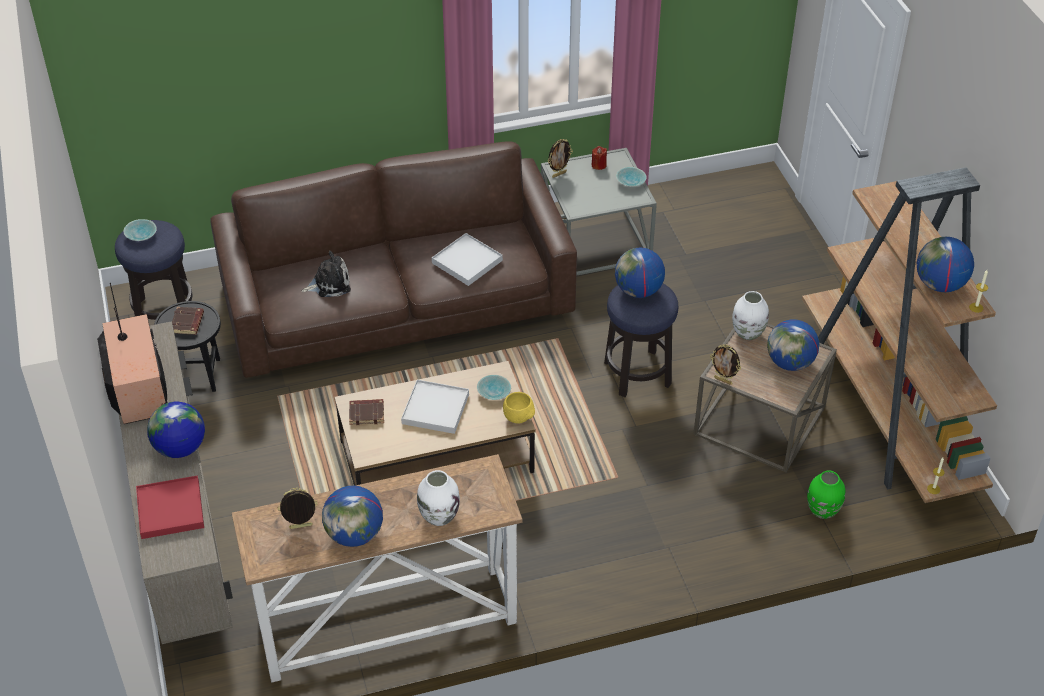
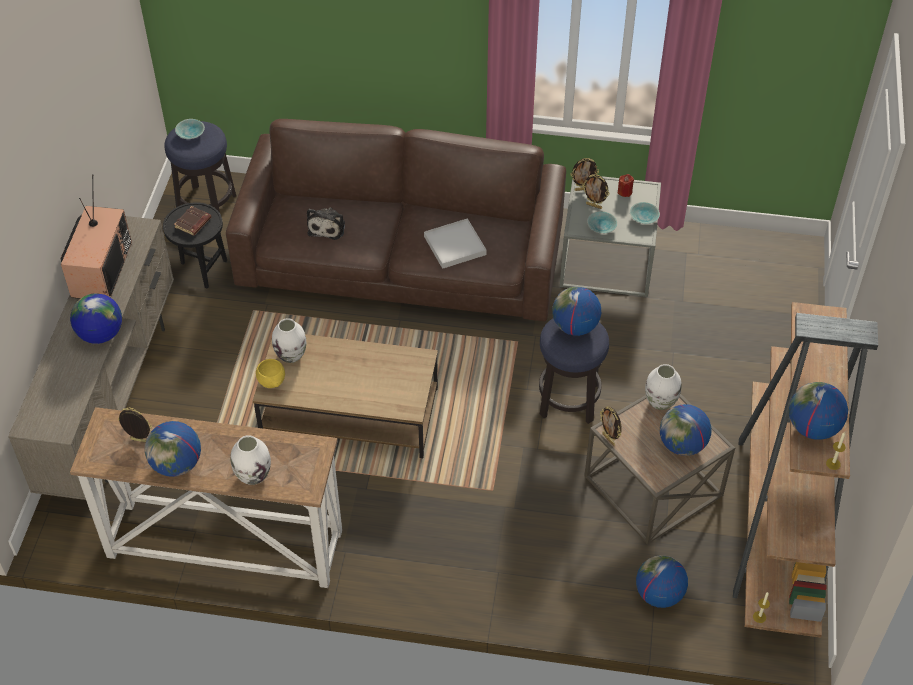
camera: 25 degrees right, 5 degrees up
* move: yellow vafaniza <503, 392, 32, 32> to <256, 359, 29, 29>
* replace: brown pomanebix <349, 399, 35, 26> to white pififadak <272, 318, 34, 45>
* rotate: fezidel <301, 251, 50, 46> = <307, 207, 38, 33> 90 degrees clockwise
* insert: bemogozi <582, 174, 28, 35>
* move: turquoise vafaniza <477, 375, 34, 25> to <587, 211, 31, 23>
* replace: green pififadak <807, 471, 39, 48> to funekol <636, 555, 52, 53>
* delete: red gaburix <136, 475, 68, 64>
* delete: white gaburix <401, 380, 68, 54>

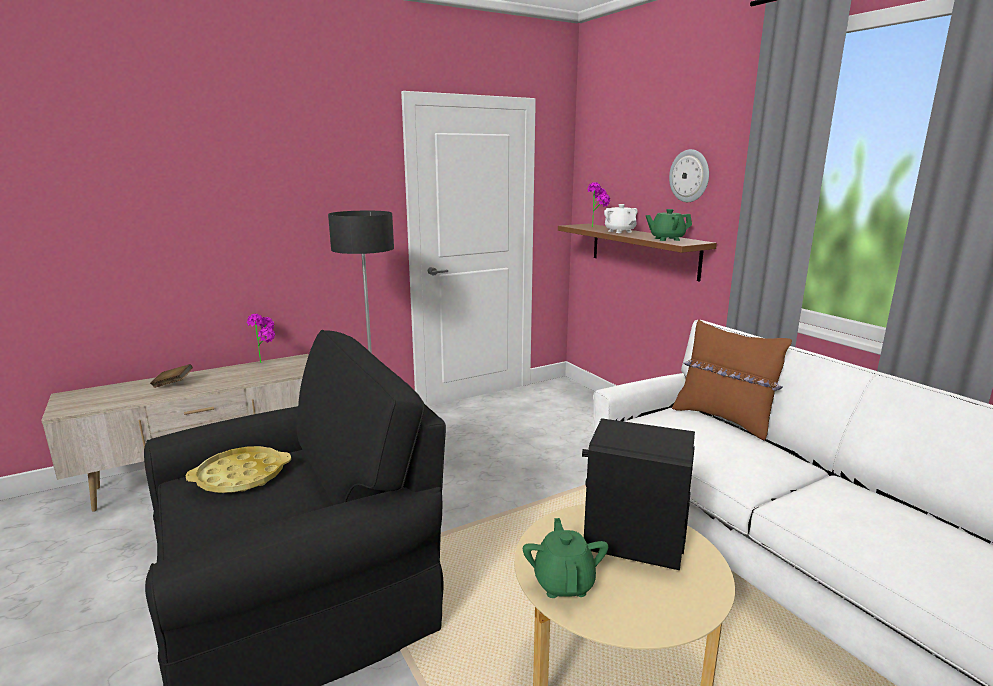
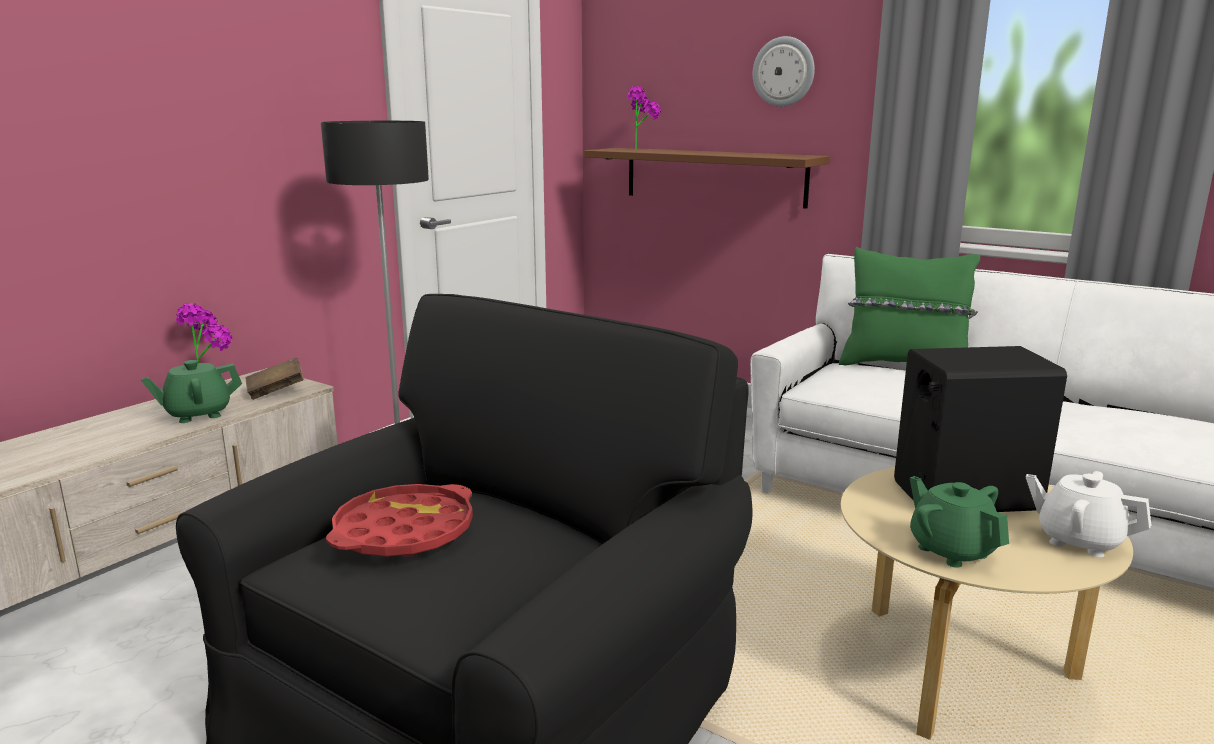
camera: 25 degrees left, 0 degrees up
* move: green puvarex <646, 209, 46, 32> to <141, 360, 101, 63>
* move: brown pomanebix <150, 364, 43, 24> to <245, 358, 59, 42>
* recolor: yellow gaburix <186, 446, 105, 47> to red gaburix <326, 484, 147, 73>
* recolor: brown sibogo <672, 320, 120, 120> to green sibogo <839, 247, 141, 119>
* move: white puvarex <604, 204, 34, 29> to <1026, 471, 125, 86>

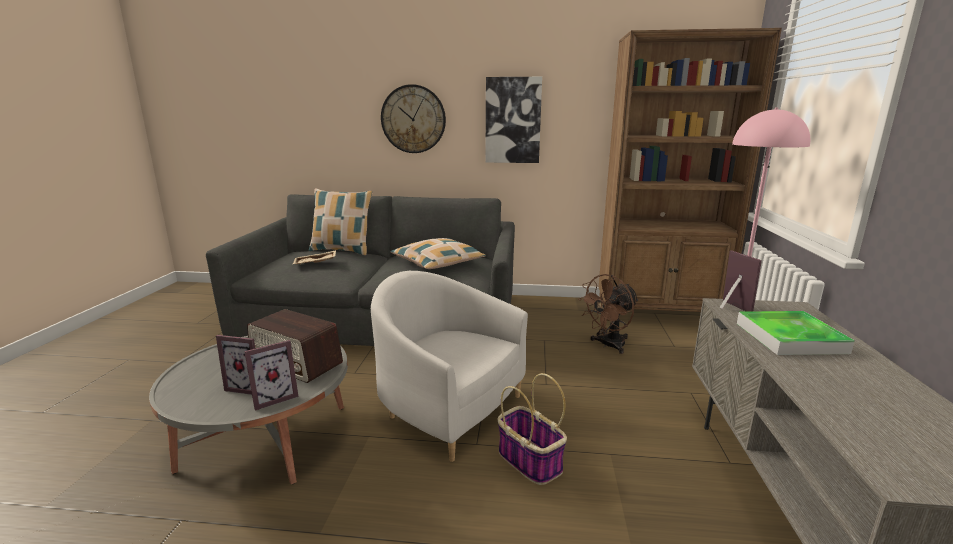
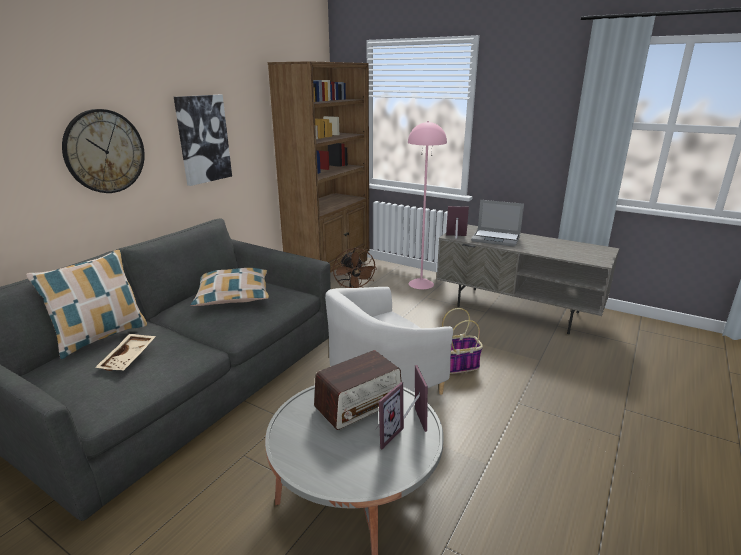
camera: 65 degrees left, 5 degrees up
* replace: gaburix <737, 311, 118, 44> to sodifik <471, 200, 53, 47>

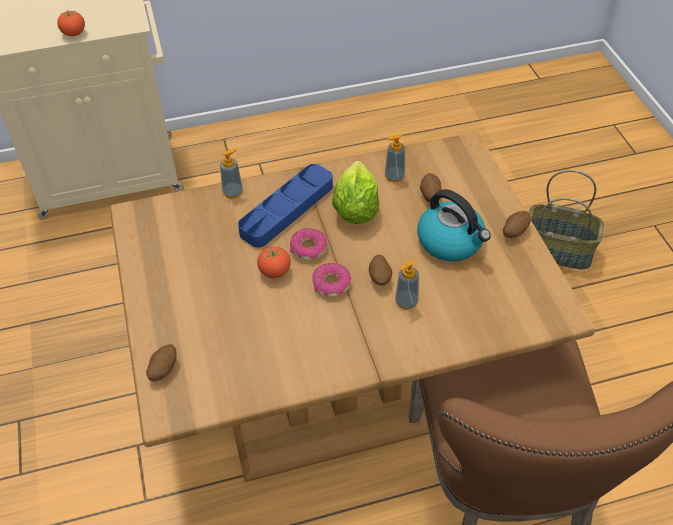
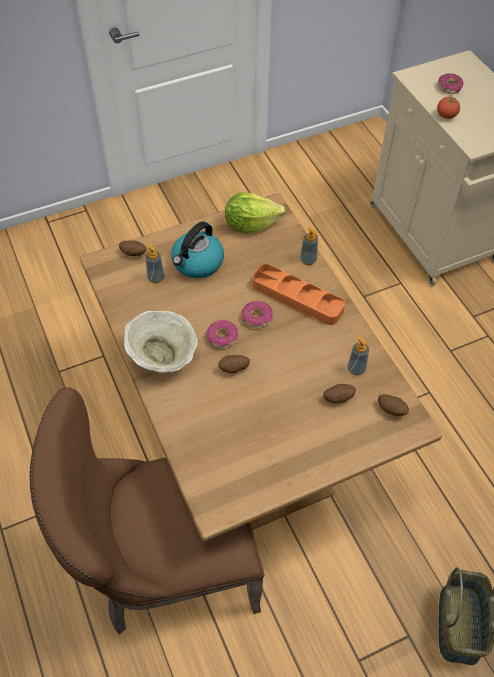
camera: 80 degrees right, 5 degrees up
* insert: beige vafaniza <124, 311, 74, 62>
* move: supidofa <395, 259, 24, 51> to <145, 243, 20, 40>
* move: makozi <417, 189, 74, 73> to <171, 222, 53, 56>
* move: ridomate <332, 161, 47, 63> to <225, 192, 61, 41>
* recolor: blue gaburix <238, 164, 95, 84> to orange gaburix <253, 264, 92, 61>
* move: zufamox <503, 211, 28, 27> to <378, 394, 31, 22>
* insert: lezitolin <438, 73, 25, 21>
* delete: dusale <257, 246, 34, 32>

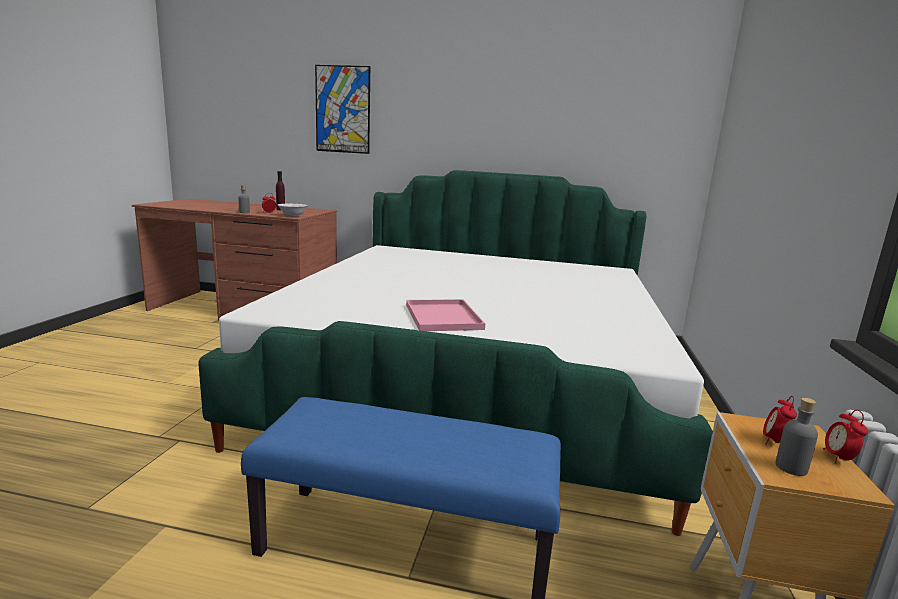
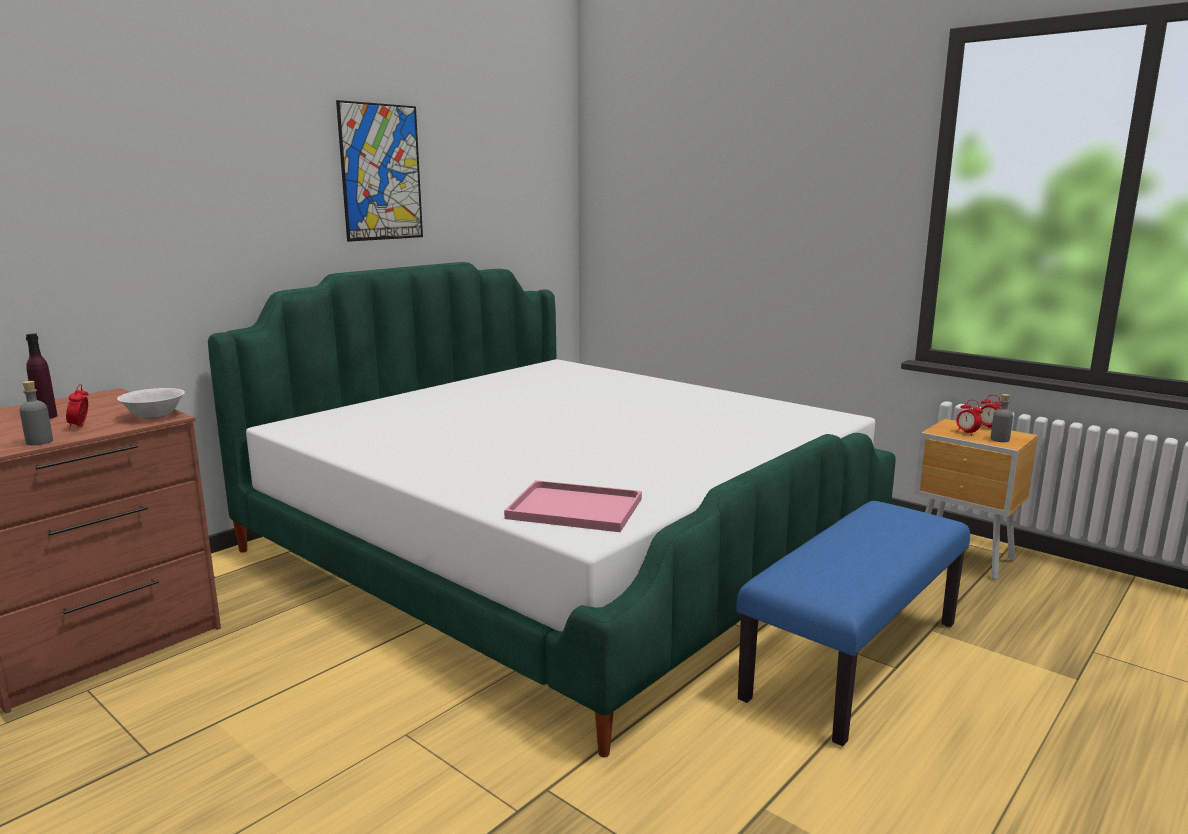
camera: 60 degrees left, 0 degrees up
* move: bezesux <315, 65, 55, 89> to <336, 100, 87, 142>
* move: pink gaburix <406, 299, 79, 32> to <504, 480, 138, 52>

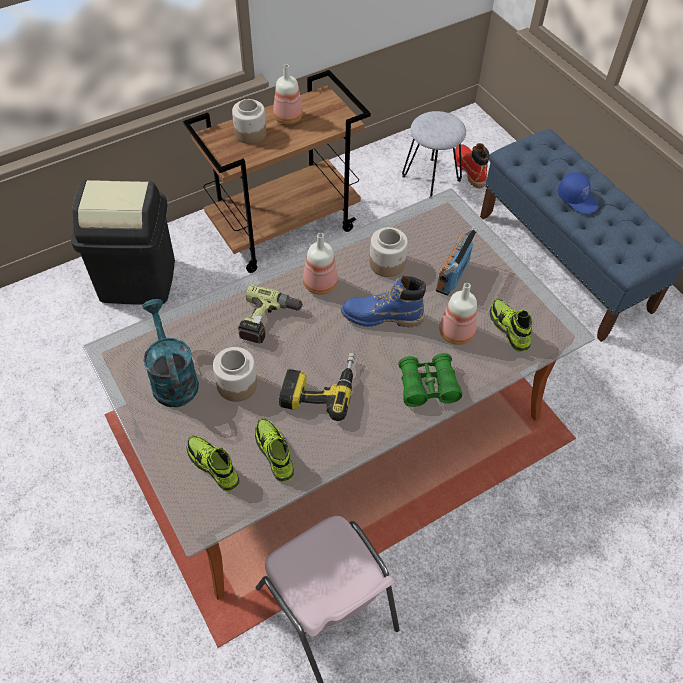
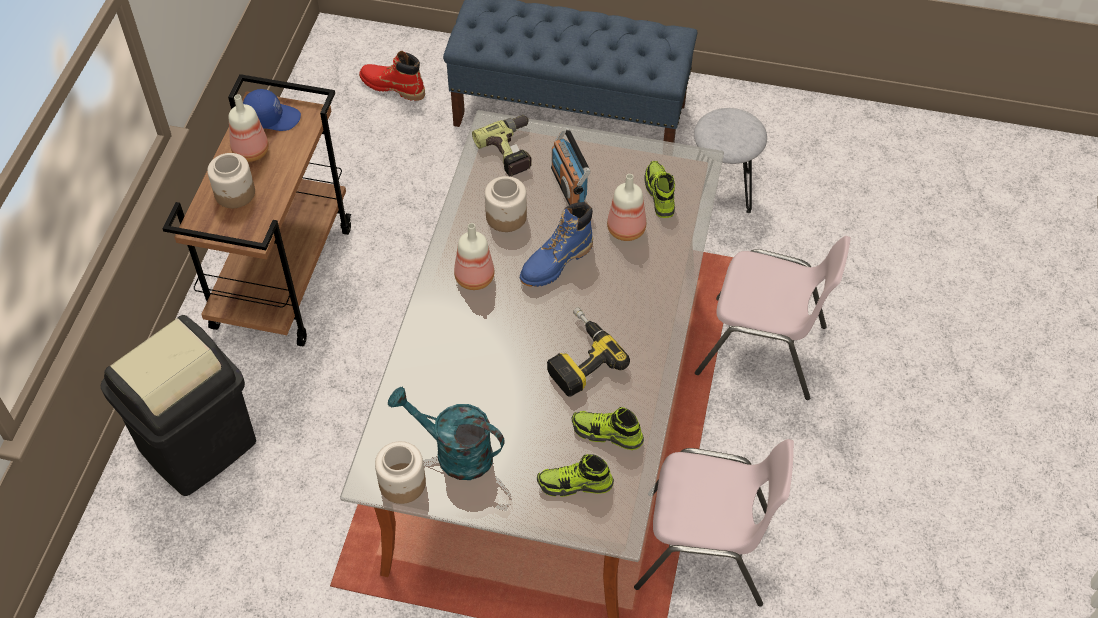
camera: 45 degrees left, 0 degrees up
* move: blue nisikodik <558, 172, 41, 42> to <243, 89, 58, 42>
* move: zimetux <213, 347, 44, 55> to <375, 441, 51, 63>
* move: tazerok <238, 284, 66, 60> to <472, 115, 60, 62>
* rotate: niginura <489, 298, 43, 54> = <644, 161, 31, 57> 60 degrees clockwise
* move: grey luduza <402, 111, 64, 86> to <694, 108, 73, 105>
* insert: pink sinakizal <695, 236, 156, 164>
* delete: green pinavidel <398, 353, 64, 54>

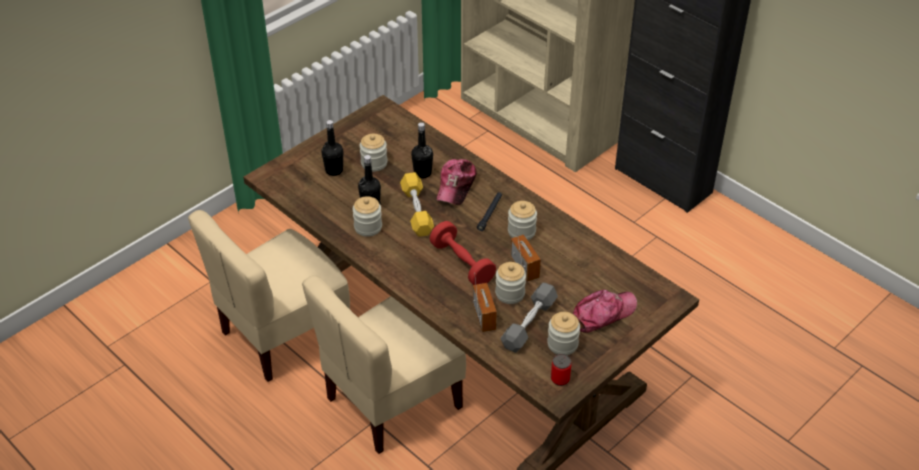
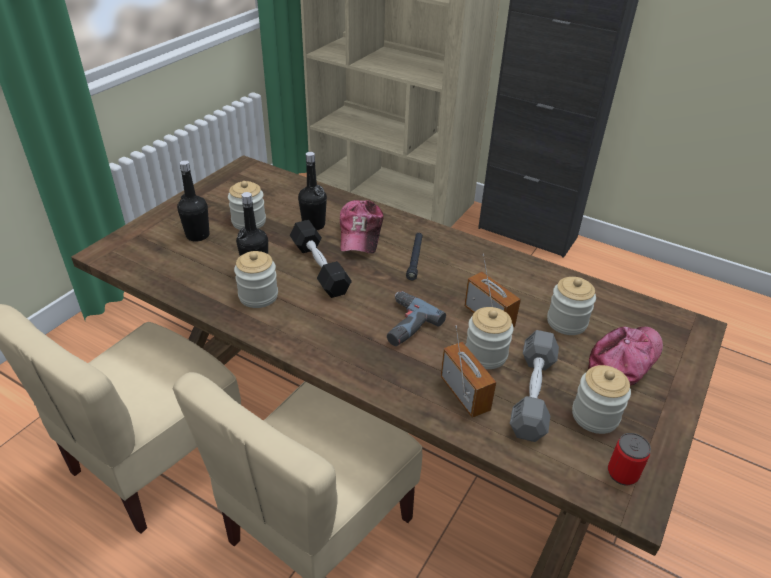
camera: 15 degrees left, 5 degrees down
* recolor: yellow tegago <400, 172, 34, 64> to black tegago <290, 220, 62, 78>
* replace: red tegago <430, 221, 66, 64> to tazerok <387, 291, 59, 55>
* move: zimetux <508, 201, 29, 39> to <547, 277, 49, 58>

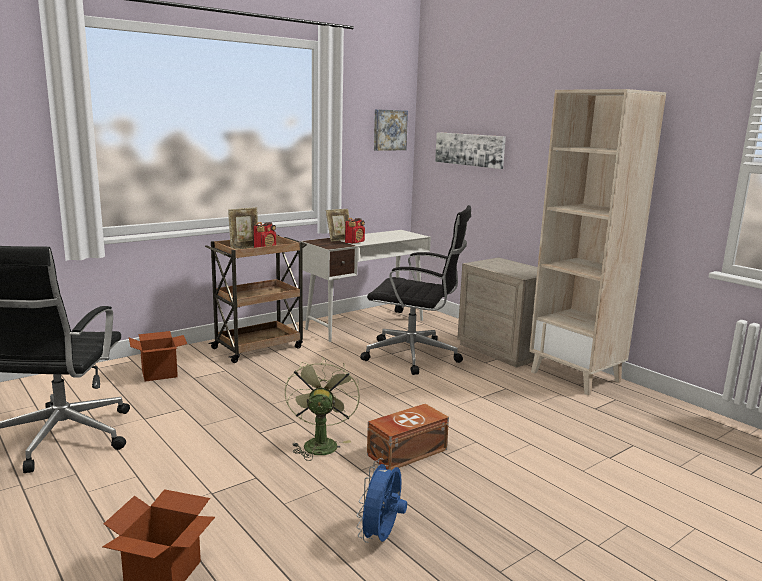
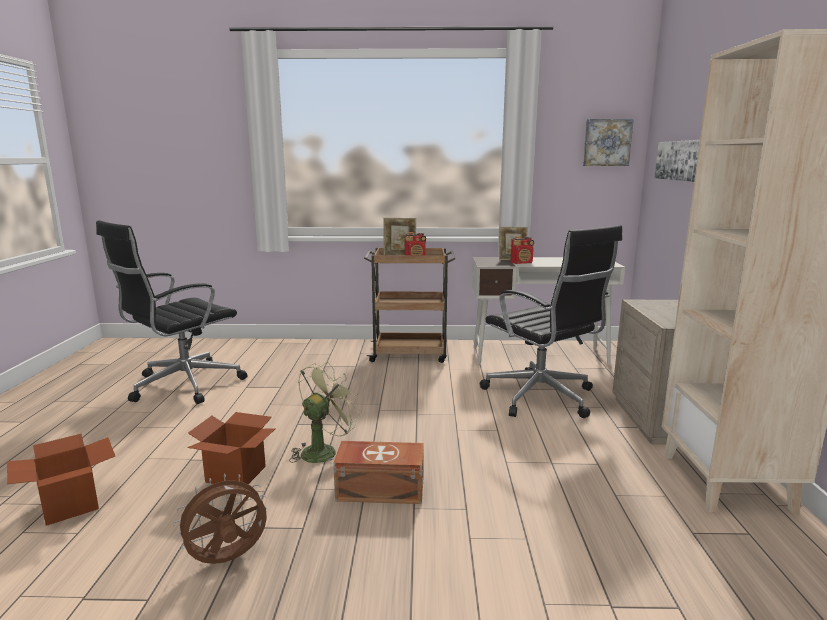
camera: 40 degrees right, 0 degrees up
* recolor: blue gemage <356, 458, 51, 85> to brown gemage <173, 474, 94, 90>
* move: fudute <129, 331, 58, 51> to <187, 412, 89, 72>

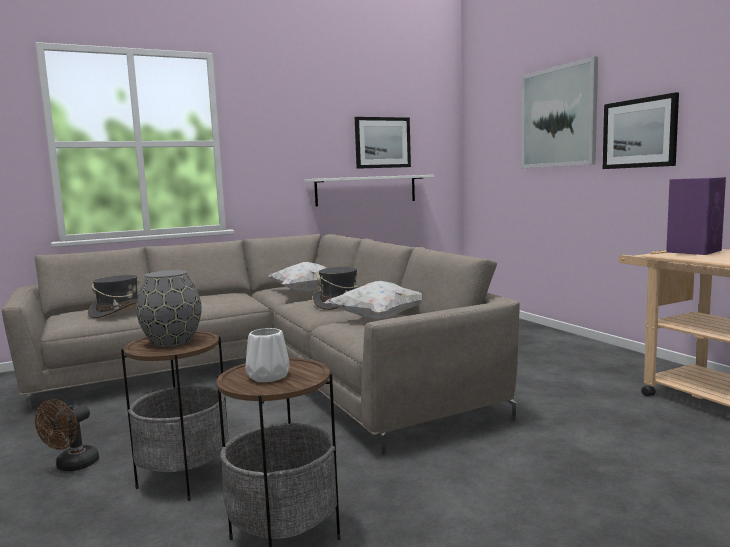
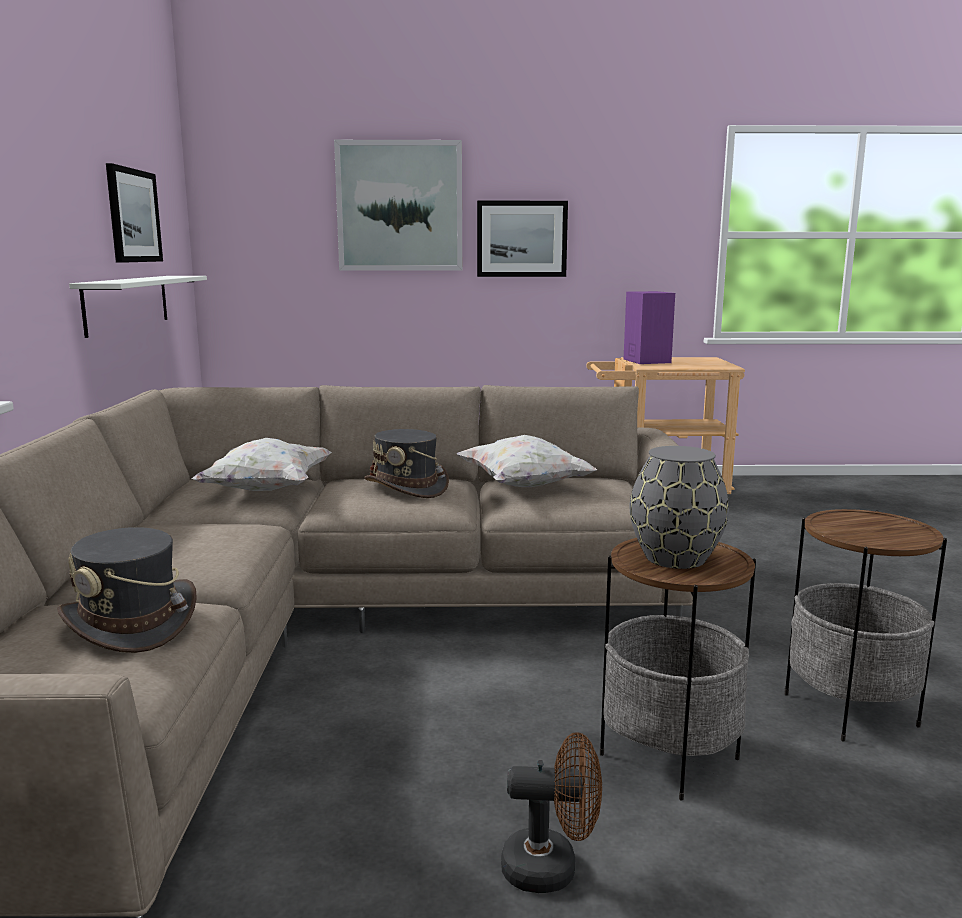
camera: 65 degrees left, 5 degrees up
* rotate: brown gemage <35, 399, 64, 72> = <501, 732, 101, 161> 45 degrees counterclockwise
* delete: white pififadak <246, 328, 44, 54>

